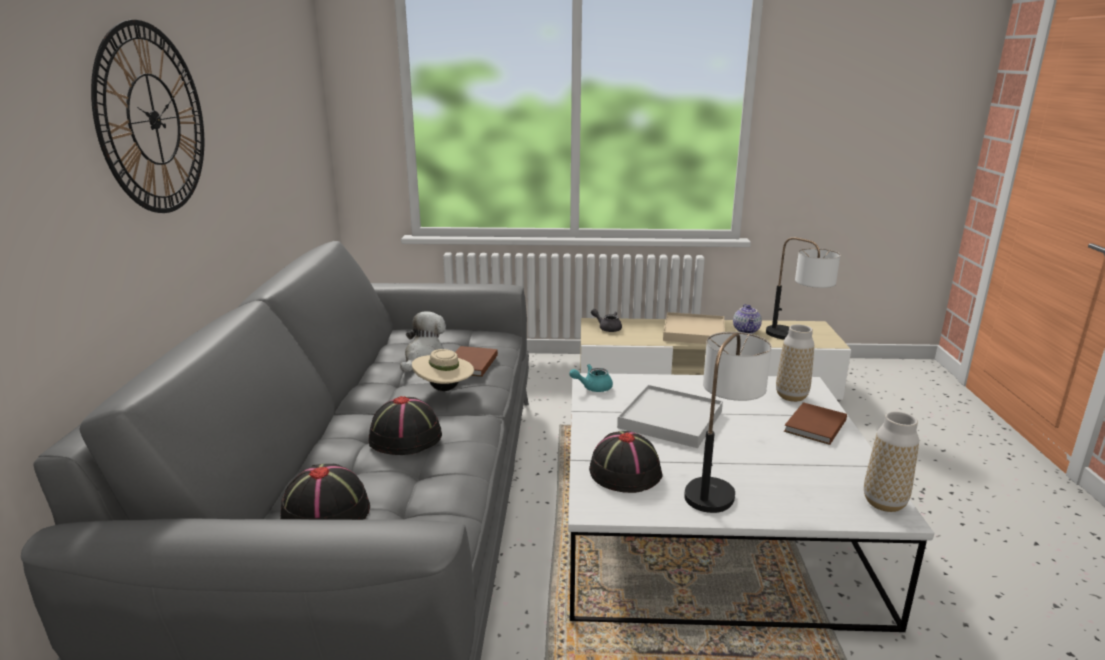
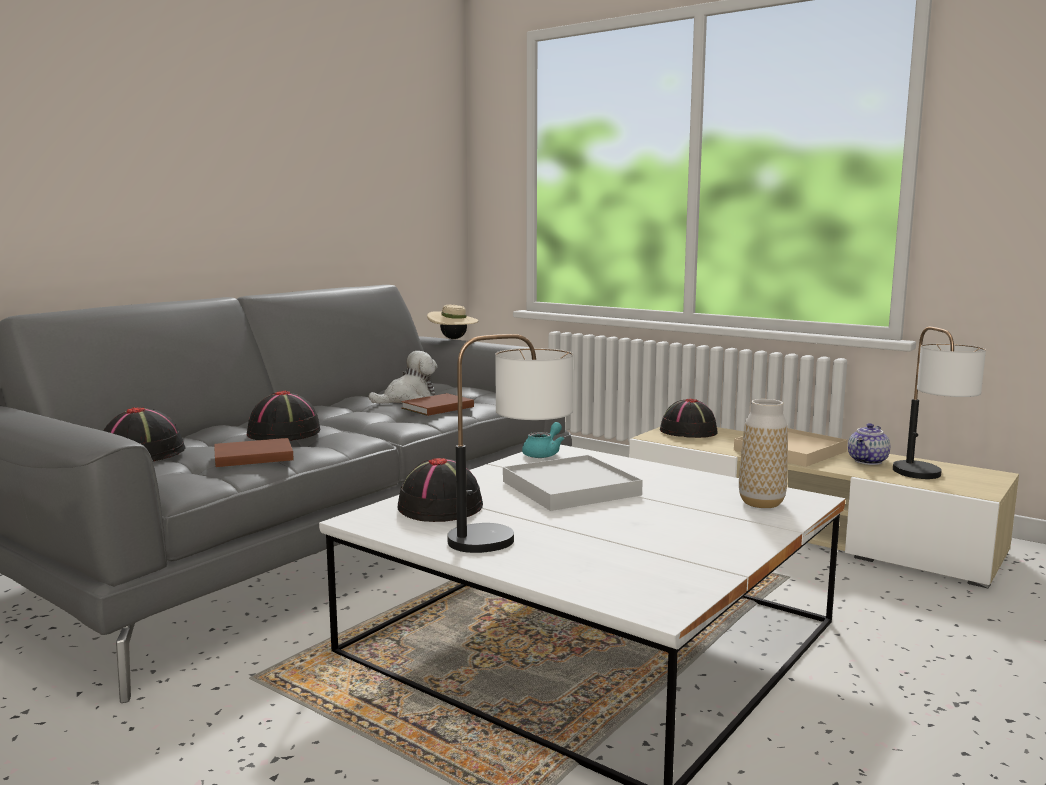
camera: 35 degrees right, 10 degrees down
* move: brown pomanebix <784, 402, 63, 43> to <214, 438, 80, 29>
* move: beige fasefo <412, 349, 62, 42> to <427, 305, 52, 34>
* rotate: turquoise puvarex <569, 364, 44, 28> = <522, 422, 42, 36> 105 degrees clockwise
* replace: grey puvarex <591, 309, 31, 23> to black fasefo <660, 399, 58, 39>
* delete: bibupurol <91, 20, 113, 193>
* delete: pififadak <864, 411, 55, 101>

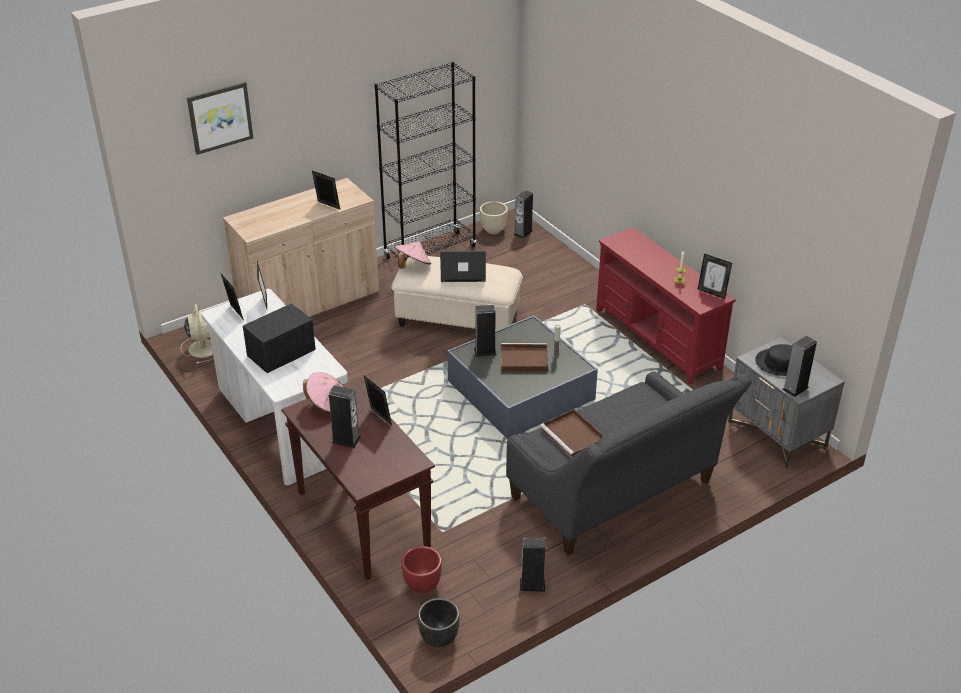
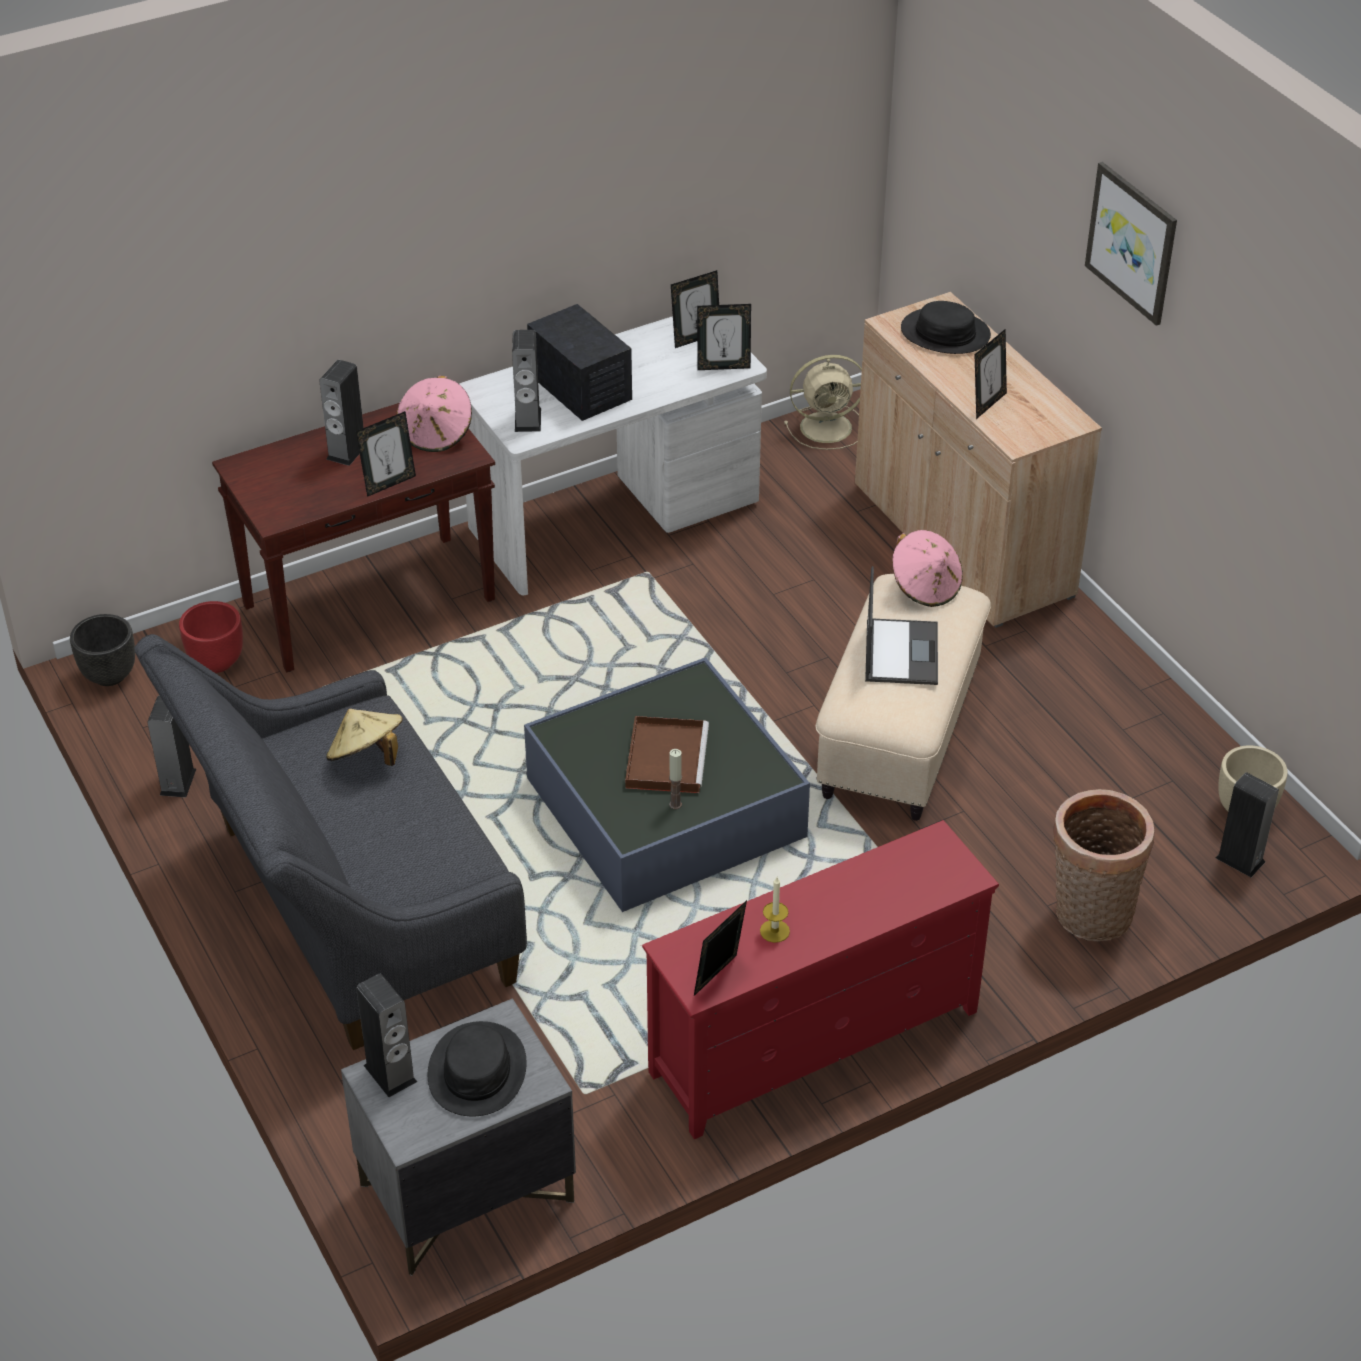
camera: 95 degrees right, 5 degrees up
* replace: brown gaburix <540, 409, 64, 49> to beige fasefo <326, 708, 77, 58>
* move: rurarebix <474, 305, 22, 52> to <512, 330, 29, 102>
* insert: black fasefo <901, 301, 90, 53>
* insert: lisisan <1053, 789, 102, 152>
* move: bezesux <187, 82, 66, 73> to <1085, 162, 92, 164>
* delete: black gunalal <374, 61, 103, 198>

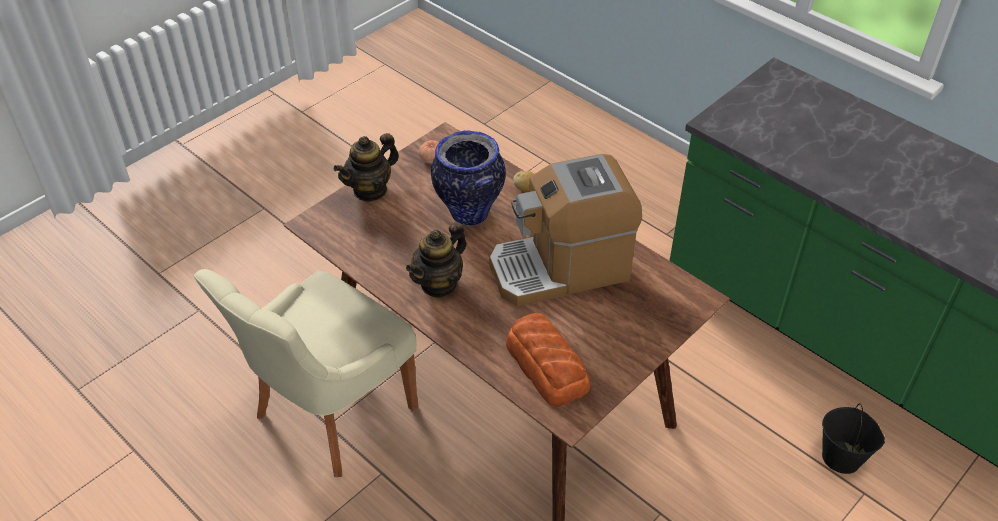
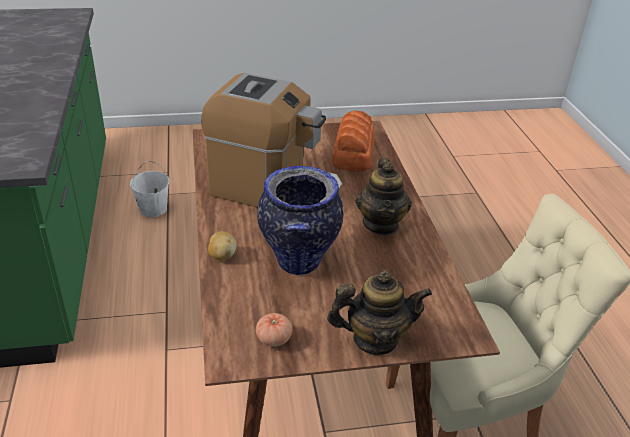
camera: 145 degrees left, 10 degrees down
* recolor: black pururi <822, 403, 63, 71> to white pururi <130, 161, 39, 56>
* rotate: puvarex <406, 222, 61, 76> = <356, 158, 56, 77> 105 degrees clockwise

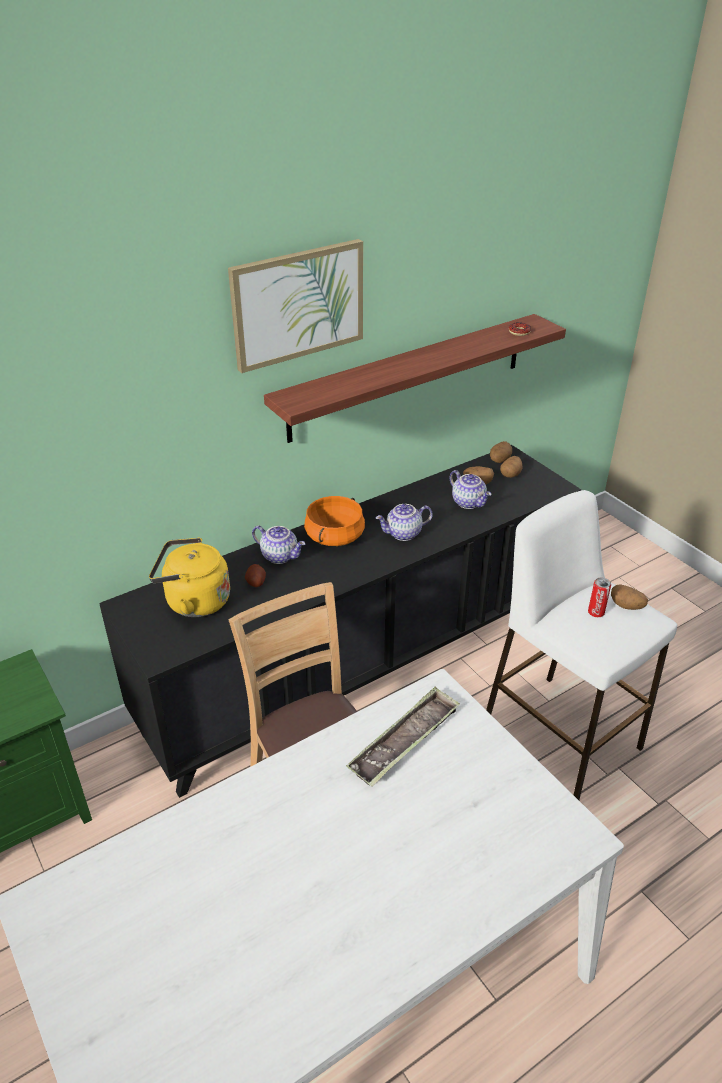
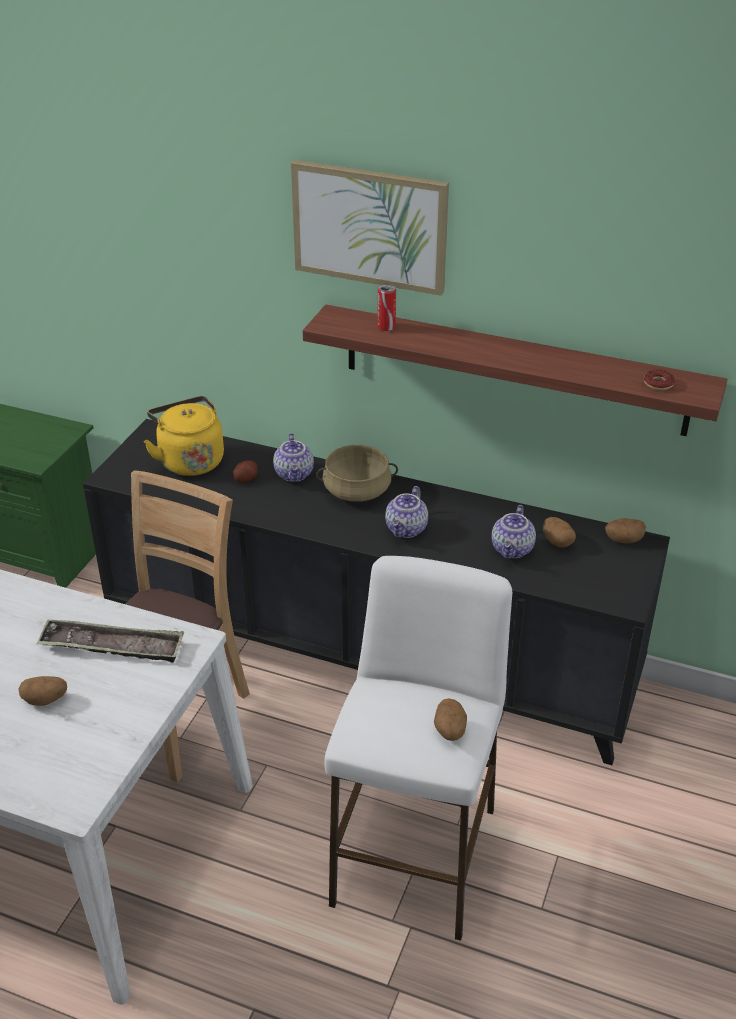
camera: 55 degrees right, 0 degrees up
* move: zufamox <500, 456, 23, 22> to <18, 676, 49, 30>
* recolor: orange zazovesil <304, 496, 61, 50> to beige zazovesil <316, 445, 82, 57>
* move: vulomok <588, 577, 23, 40> to <378, 284, 18, 47>
* rotate: puvarex <376, 504, 57, 37> = <385, 486, 43, 52> 105 degrees counterclockwise

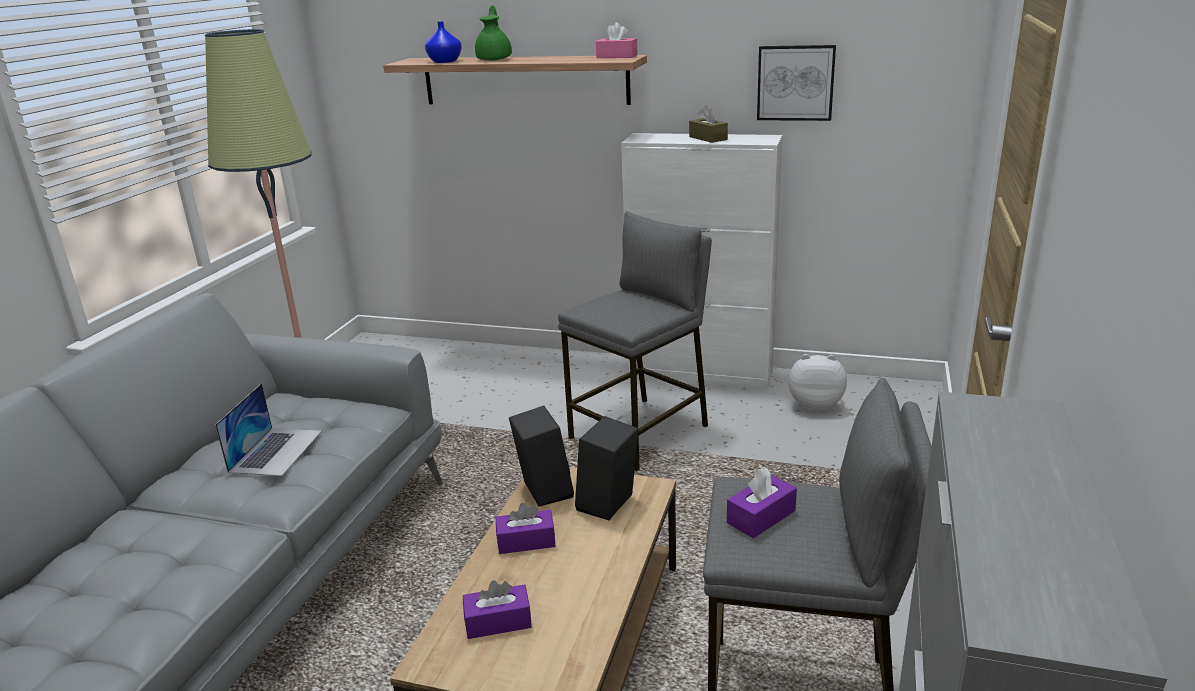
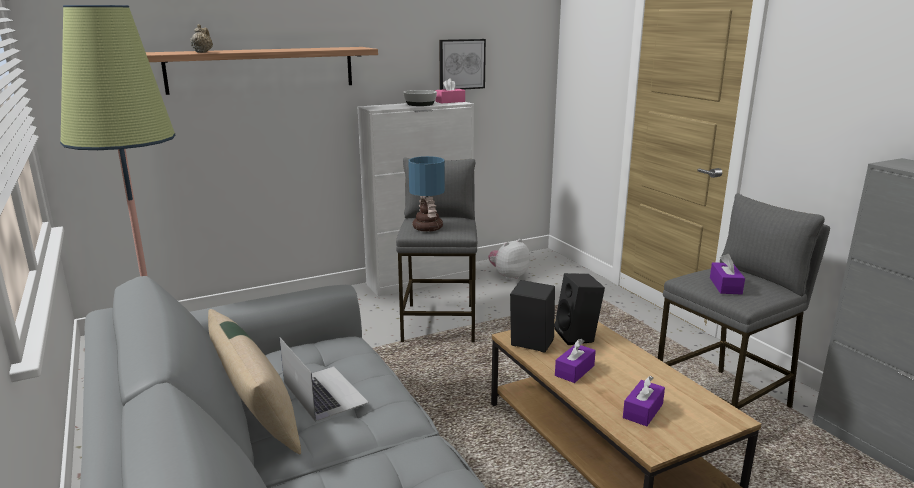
camera: 45 degrees left, 5 degrees down
* replace: blue pififadak <425, 21, 37, 42> to beige puvarex <190, 24, 23, 29>
* insert: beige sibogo <208, 309, 93, 145>
* replace: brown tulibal <689, 106, 39, 37> to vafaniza <403, 90, 34, 16>
* insert: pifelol <408, 156, 37, 76>
* move: pink tulibal <596, 23, 42, 35> to <436, 78, 29, 25>
* delete: green puvarex <475, 5, 37, 56>

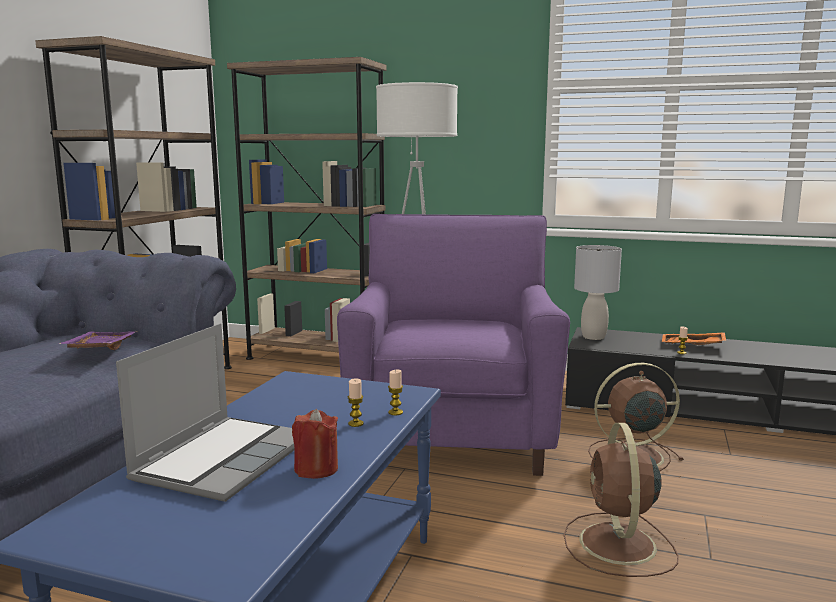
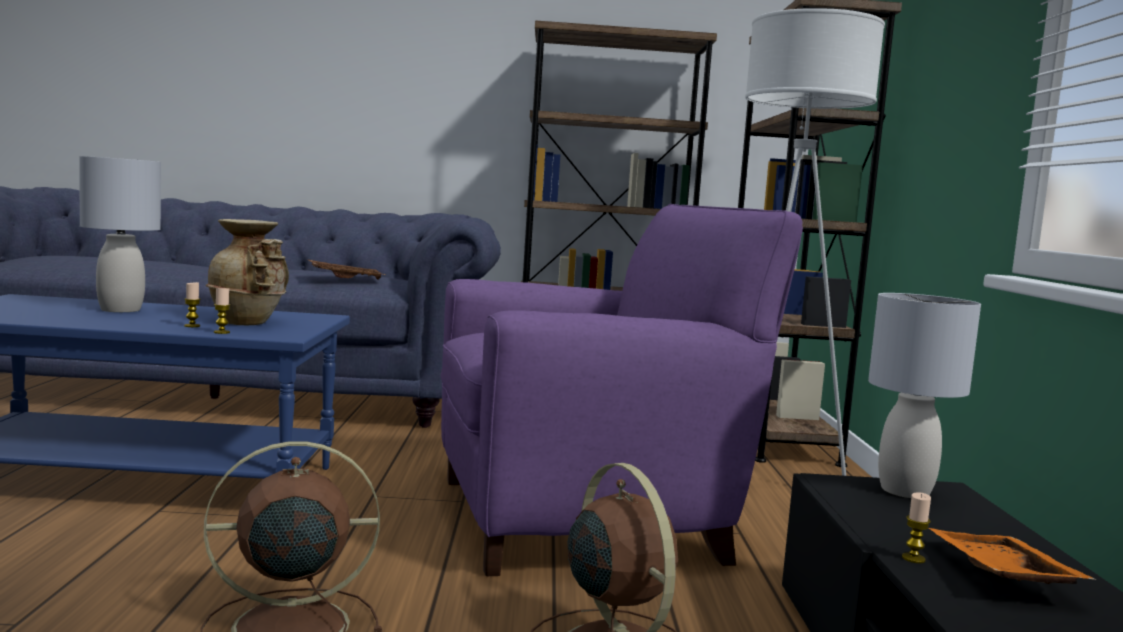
camera: 70 degrees right, 5 degrees down
* replace: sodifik <116, 323, 179, 179> to grey pifelol <79, 156, 82, 156>
* insert: beige pififadak <206, 219, 83, 106>
* recolor: purple gaburix <58, 332, 77, 18> to brown gaburix <307, 259, 78, 21>
* delete: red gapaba <292, 409, 46, 70>

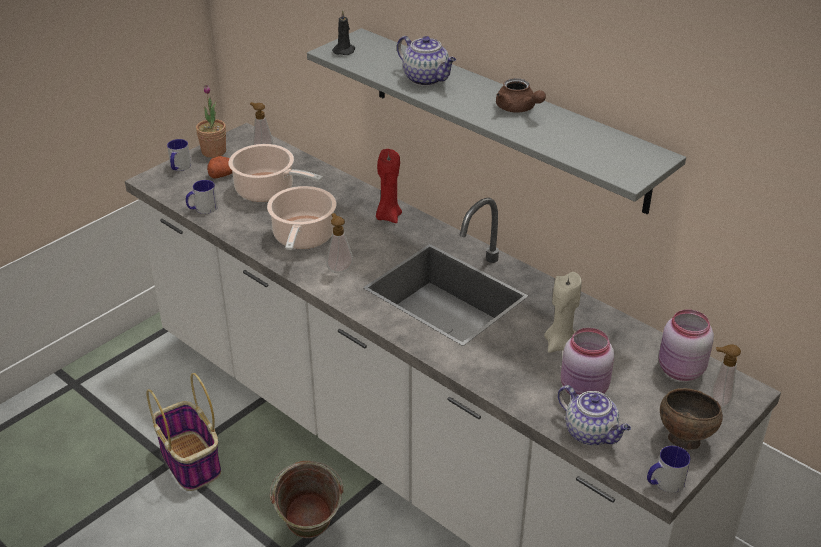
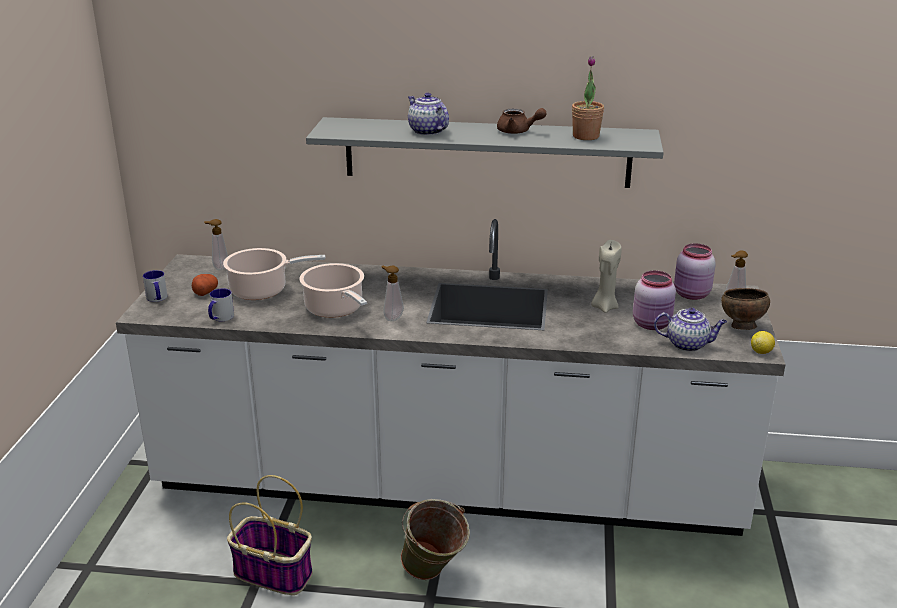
camera: 35 degrees left, 10 degrees down
* rotate: puvarex <397, 36, 59, 50> = <408, 93, 41, 43> 135 degrees counterclockwise
* move: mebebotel <196, 85, 30, 73> to <572, 56, 32, 84>
* replace: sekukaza <647, 446, 44, 47> to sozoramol <751, 331, 24, 23>
* delete: black gapaba <332, 10, 23, 45>
* delete: red gapaba <376, 149, 26, 74>

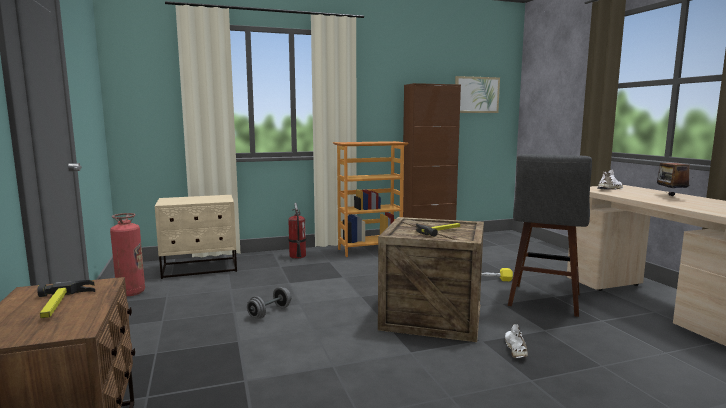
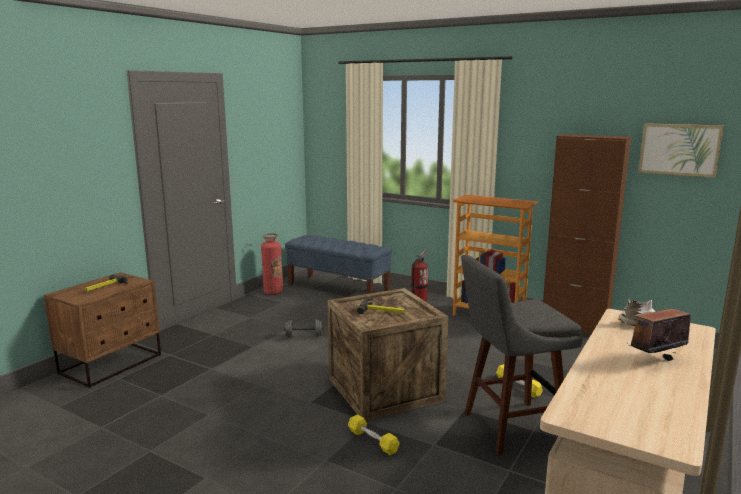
camera: 50 degrees right, 5 degrees up
* replace: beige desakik <155, 195, 82, 84> to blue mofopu <285, 235, 107, 59>
* replace: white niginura <505, 324, 23, 34> to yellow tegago <348, 414, 52, 41>

